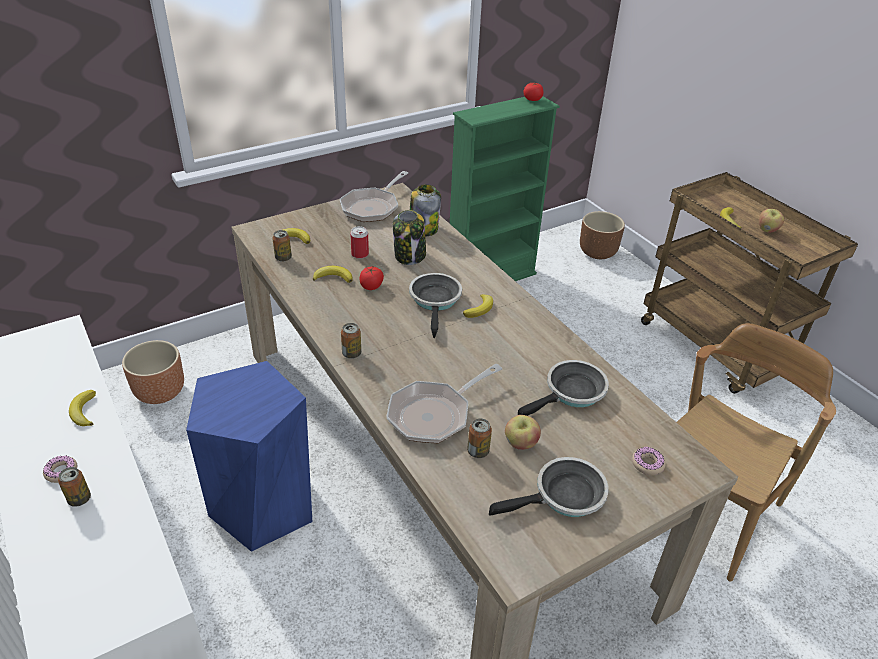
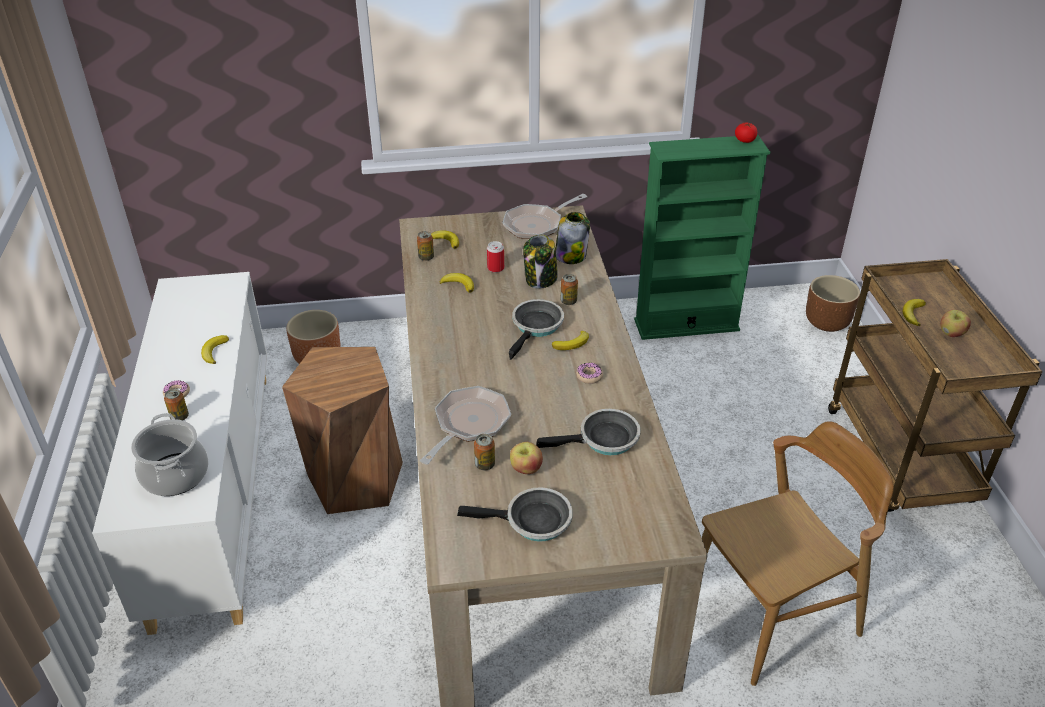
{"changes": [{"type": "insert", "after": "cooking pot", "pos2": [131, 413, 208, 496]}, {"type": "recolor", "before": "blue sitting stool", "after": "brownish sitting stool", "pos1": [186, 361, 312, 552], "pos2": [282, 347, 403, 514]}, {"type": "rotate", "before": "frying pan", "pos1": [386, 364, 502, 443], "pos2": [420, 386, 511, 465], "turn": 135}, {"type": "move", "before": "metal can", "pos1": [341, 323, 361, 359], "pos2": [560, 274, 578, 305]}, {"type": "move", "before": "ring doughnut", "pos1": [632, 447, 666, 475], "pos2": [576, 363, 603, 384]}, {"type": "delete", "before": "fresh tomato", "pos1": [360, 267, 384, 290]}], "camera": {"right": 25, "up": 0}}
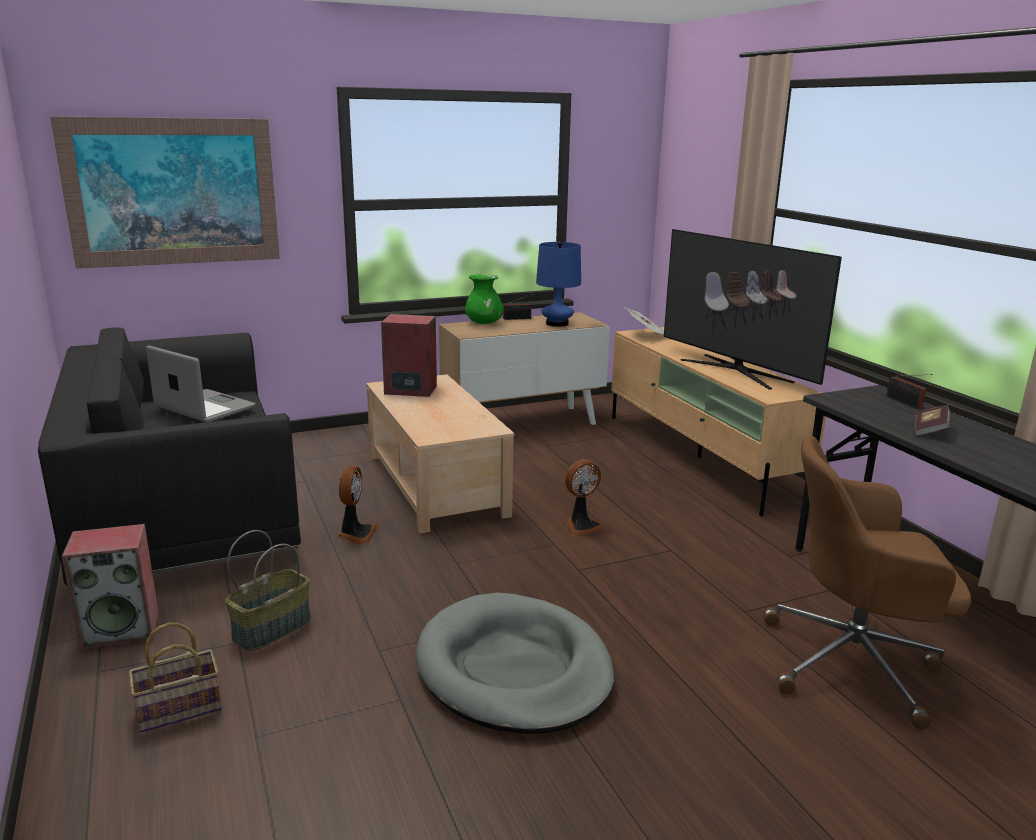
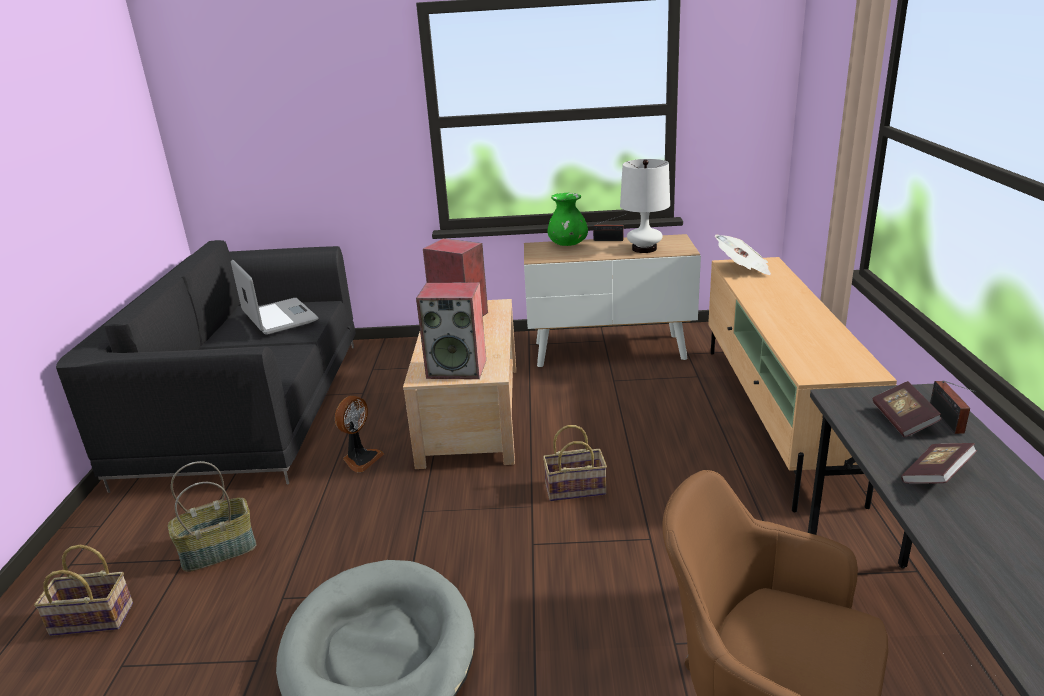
{"changes": [{"type": "move", "before": "speaker", "pos1": [62, 524, 159, 651], "pos2": [416, 282, 486, 379]}, {"type": "replace", "before": "cooling fan", "after": "household basket", "pos1": [565, 459, 605, 537], "pos2": [543, 425, 607, 501]}, {"type": "recolor", "before": "blue lamp for a table", "after": "white lamp for a table", "pos1": [536, 241, 581, 327], "pos2": [620, 159, 670, 253]}, {"type": "insert", "after": "book", "pos2": [873, 381, 942, 437]}, {"type": "delete", "before": "wall picture", "pos1": [50, 116, 280, 269]}, {"type": "delete", "before": "television", "pos1": [664, 229, 842, 390]}], "camera": {"right": 25, "up": 5}}
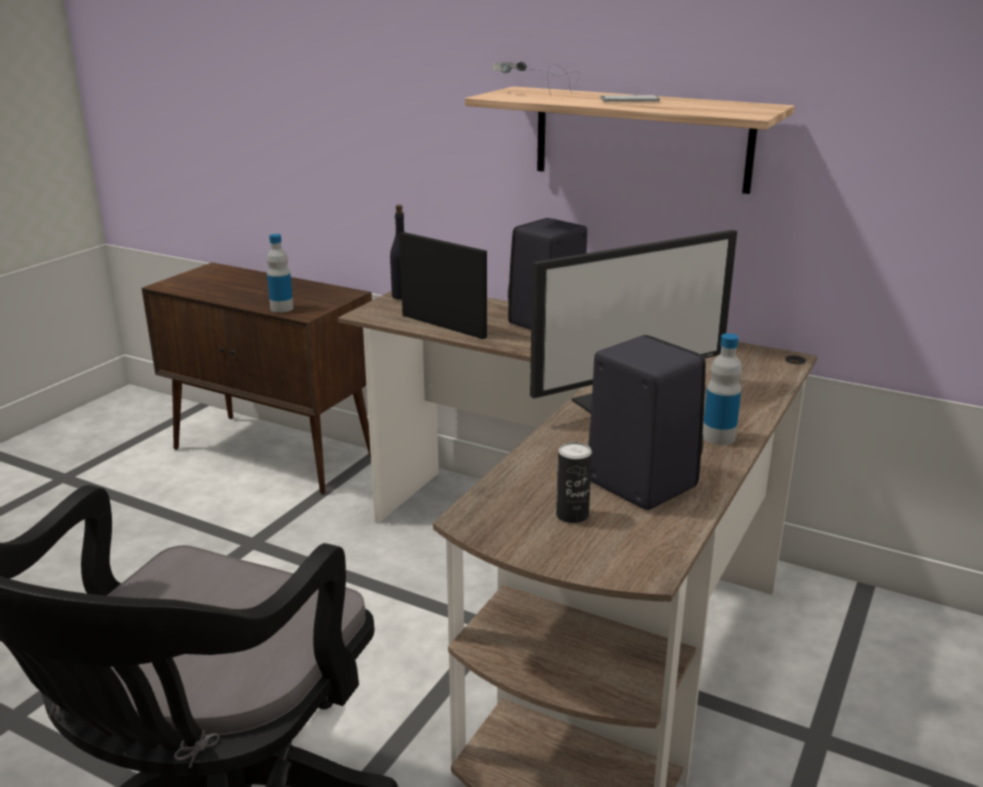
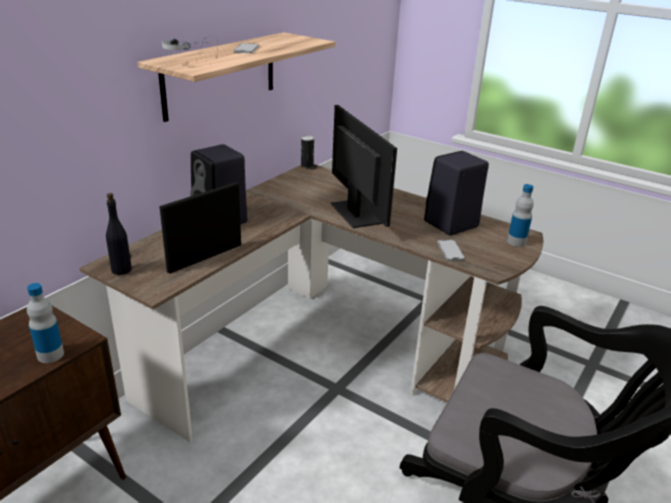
{"changes": [{"type": "move", "before": "metal can", "pos1": [556, 442, 592, 523], "pos2": [301, 135, 314, 168]}, {"type": "insert", "after": "telephone", "pos2": [437, 240, 465, 261]}, {"type": "move", "before": "drink bottle", "pos1": [703, 333, 742, 445], "pos2": [507, 184, 534, 247]}], "camera": {"right": -85, "up": 5}}
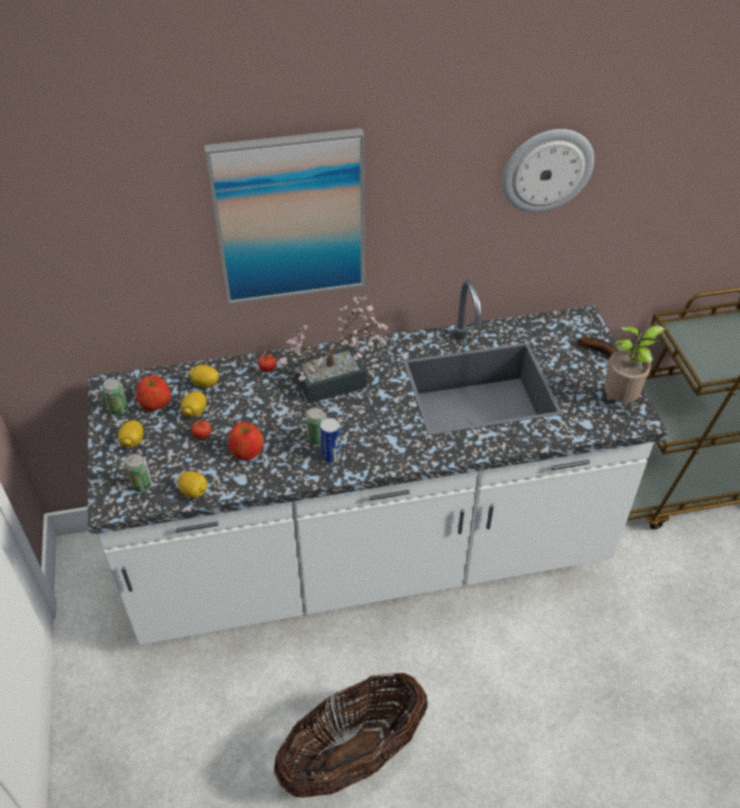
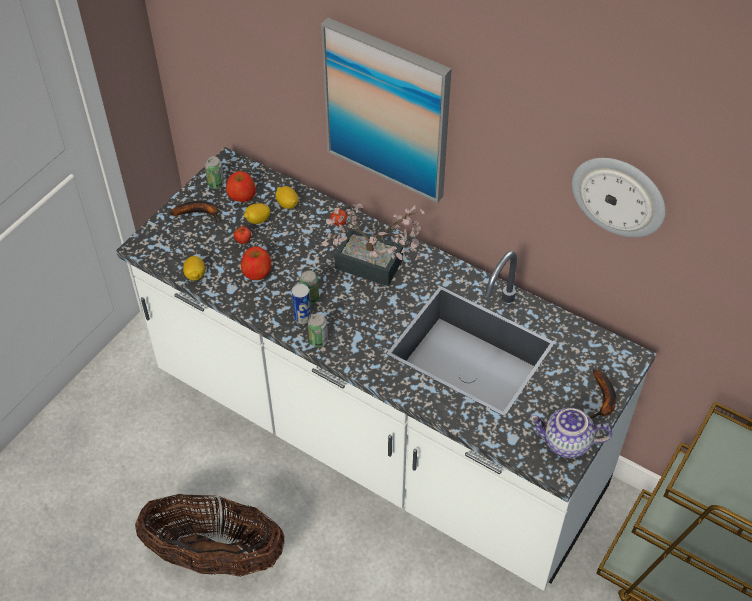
{"changes": [{"type": "replace", "before": "lemon", "after": "banana", "pos1": [118, 420, 144, 448], "pos2": [170, 201, 219, 223]}, {"type": "move", "before": "metal can", "pos1": [125, 454, 152, 492], "pos2": [308, 313, 328, 347]}, {"type": "replace", "before": "plant in a pot", "after": "tea pot", "pos1": [604, 326, 666, 403], "pos2": [530, 408, 612, 458]}], "camera": {"right": 45, "up": 5}}
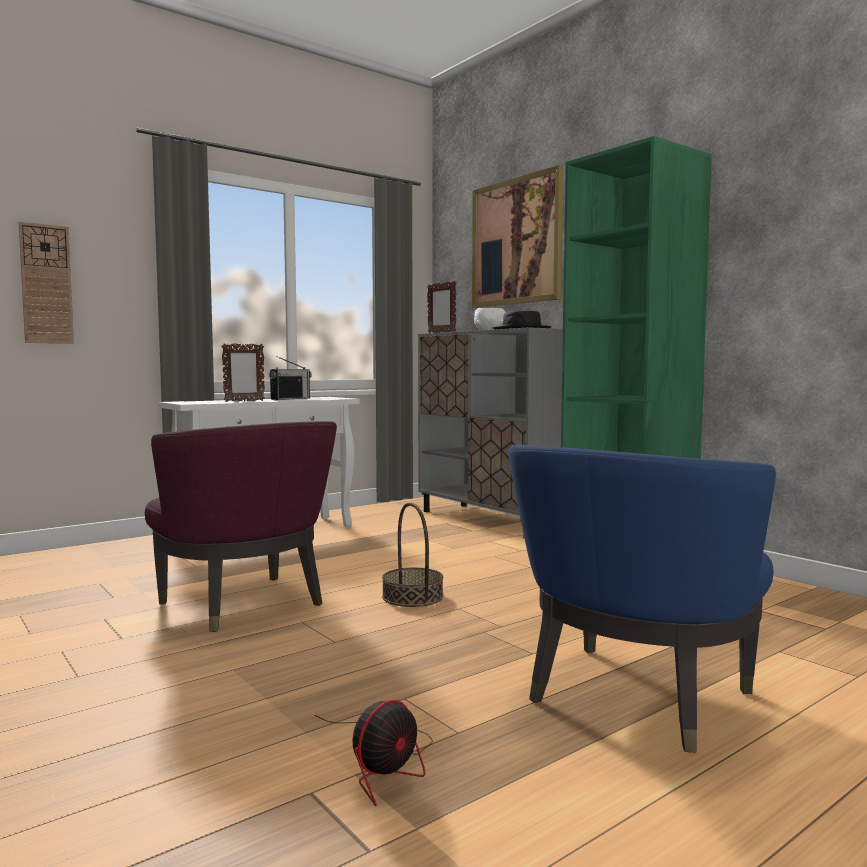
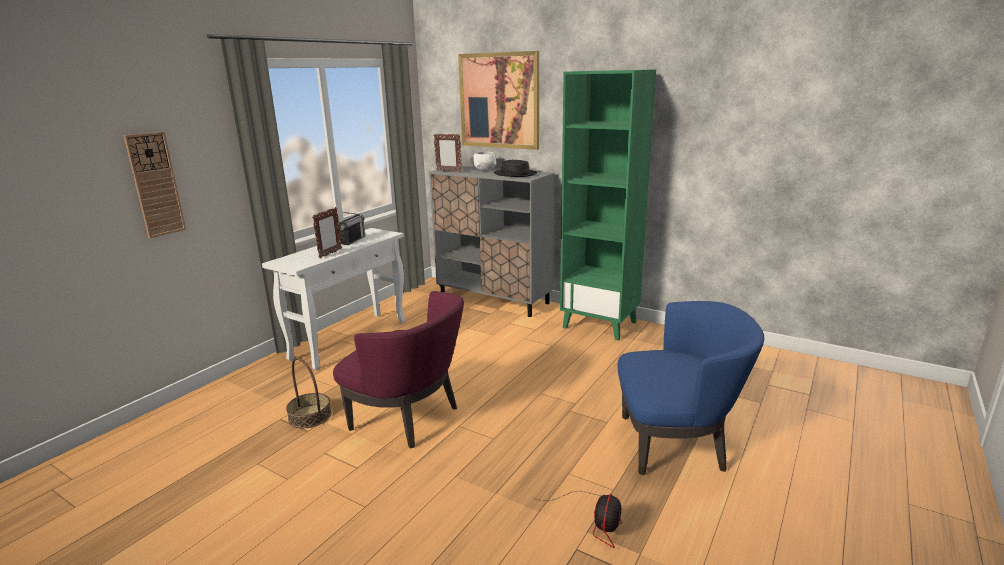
{"changes": [{"type": "move", "before": "household basket", "pos1": [382, 502, 443, 607], "pos2": [286, 358, 332, 428]}, {"type": "rotate", "before": "blue lounge chair", "pos1": [508, 444, 776, 752], "pos2": [618, 301, 764, 475], "turn": -105}], "camera": {"right": -20, "up": 15}}
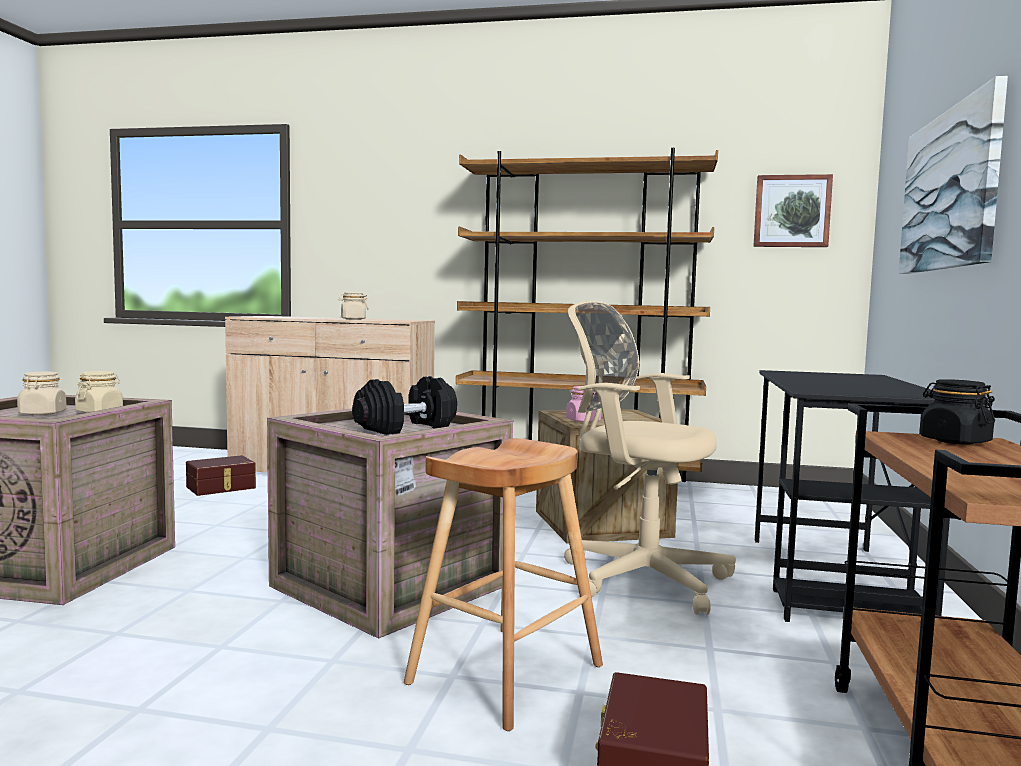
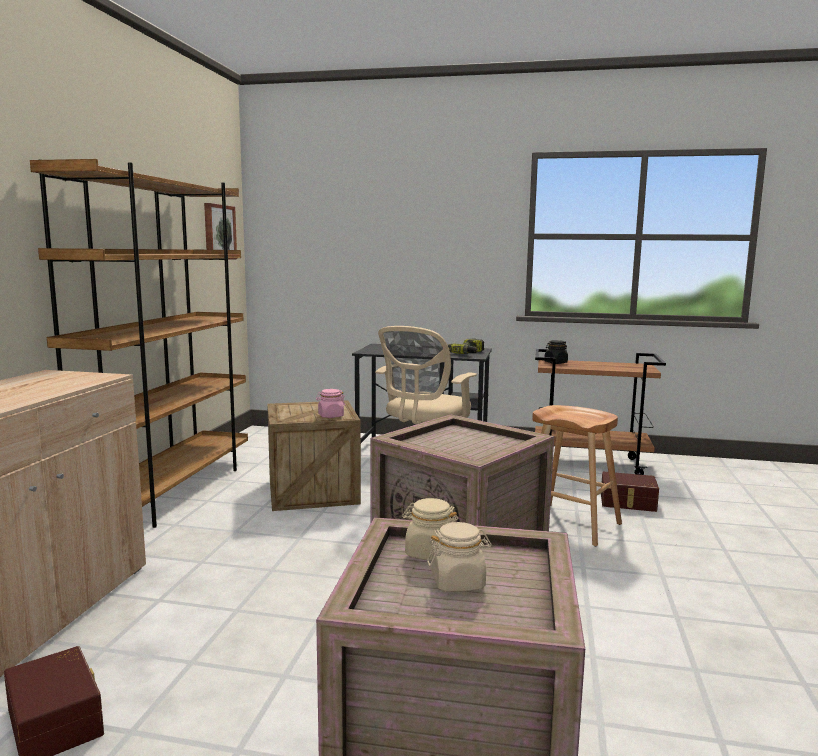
{"changes": [{"type": "insert", "after": "electric drill", "pos2": [448, 338, 484, 354]}, {"type": "delete", "before": "beige jar", "pos1": [338, 292, 369, 320]}, {"type": "delete", "before": "blackish hand weight", "pos1": [352, 376, 457, 435]}, {"type": "delete", "before": "wall picture", "pos1": [899, 76, 1008, 274]}], "camera": {"right": -90, "up": 5}}
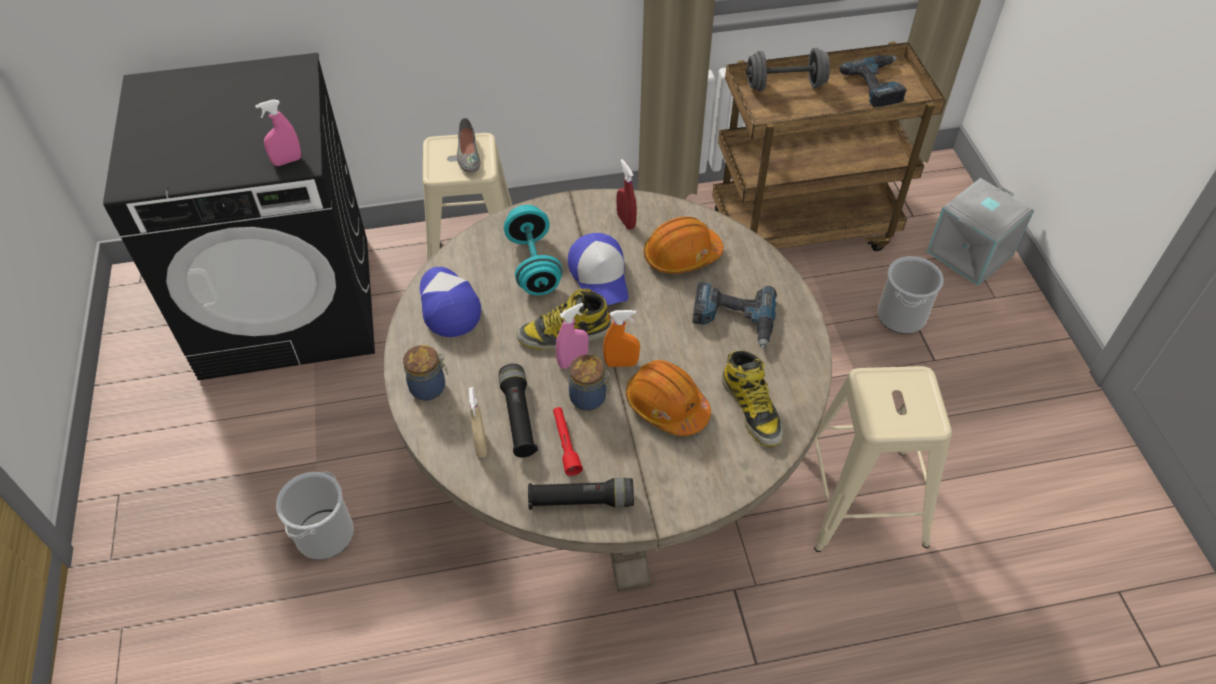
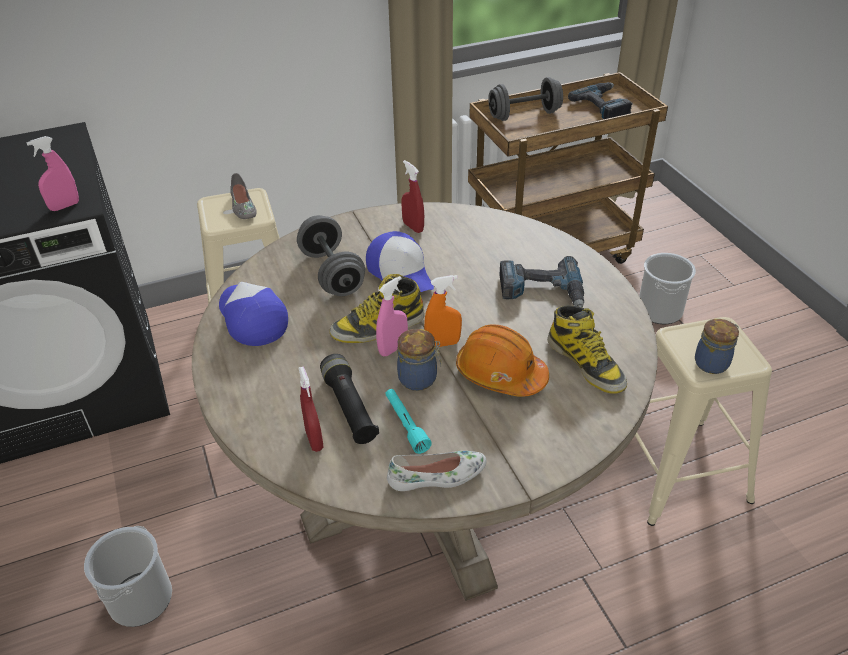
{"changes": [{"type": "recolor", "before": "blue-green hand weight", "after": "greyish hand weight", "pos1": [504, 205, 563, 295], "pos2": [297, 215, 365, 296]}, {"type": "recolor", "before": "beige sprayer", "after": "red-coloured sprayer", "pos1": [469, 387, 487, 458], "pos2": [298, 366, 323, 452]}, {"type": "recolor", "before": "red-coloured torch", "after": "blue-green torch", "pos1": [553, 407, 583, 476], "pos2": [385, 389, 432, 454]}, {"type": "replace", "before": "blackish torch", "after": "white low shoe", "pos1": [528, 478, 634, 510], "pos2": [387, 451, 487, 491]}, {"type": "move", "before": "jar", "pos1": [403, 345, 448, 401], "pos2": [695, 319, 739, 374]}, {"type": "delete", "before": "orange hard hat", "pos1": [644, 216, 723, 274]}, {"type": "delete", "before": "greyish storage bin", "pos1": [927, 178, 1034, 285]}], "camera": {"right": -10, "up": -10}}
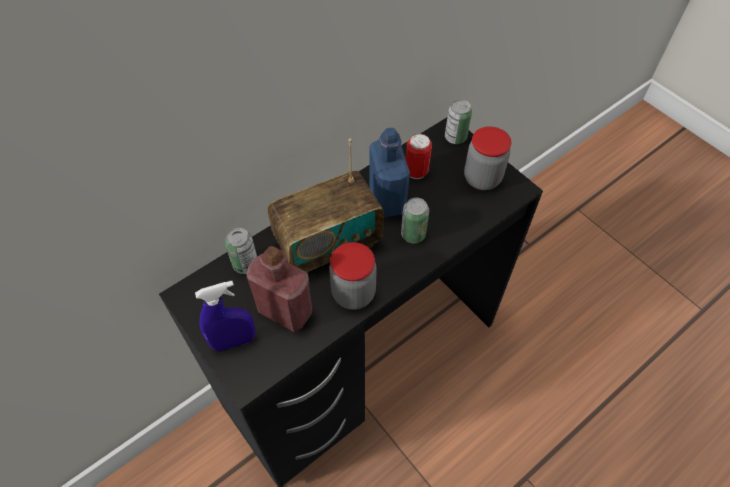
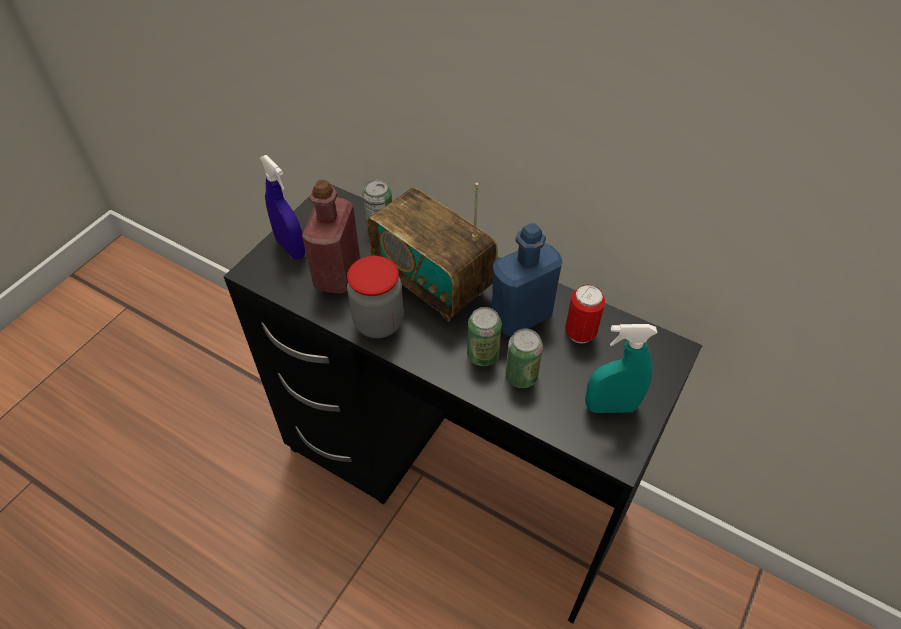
{"changes": [{"type": "move", "before": "metal can", "pos1": [445, 100, 472, 144], "pos2": [505, 328, 543, 388]}, {"type": "replace", "before": "jar", "after": "blue-green sprayer", "pos1": [464, 126, 512, 190], "pos2": [585, 324, 657, 413]}], "camera": {"right": 70, "up": -5}}
